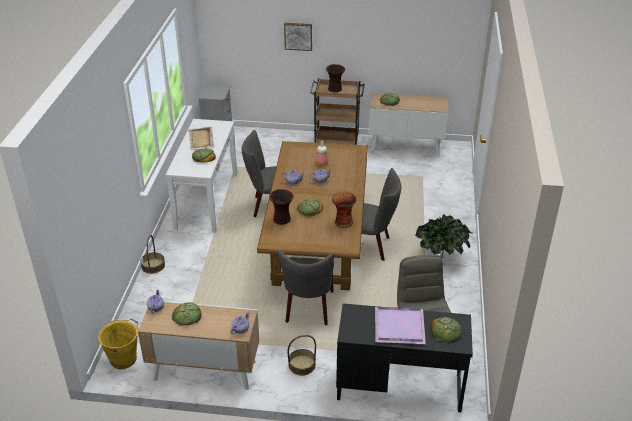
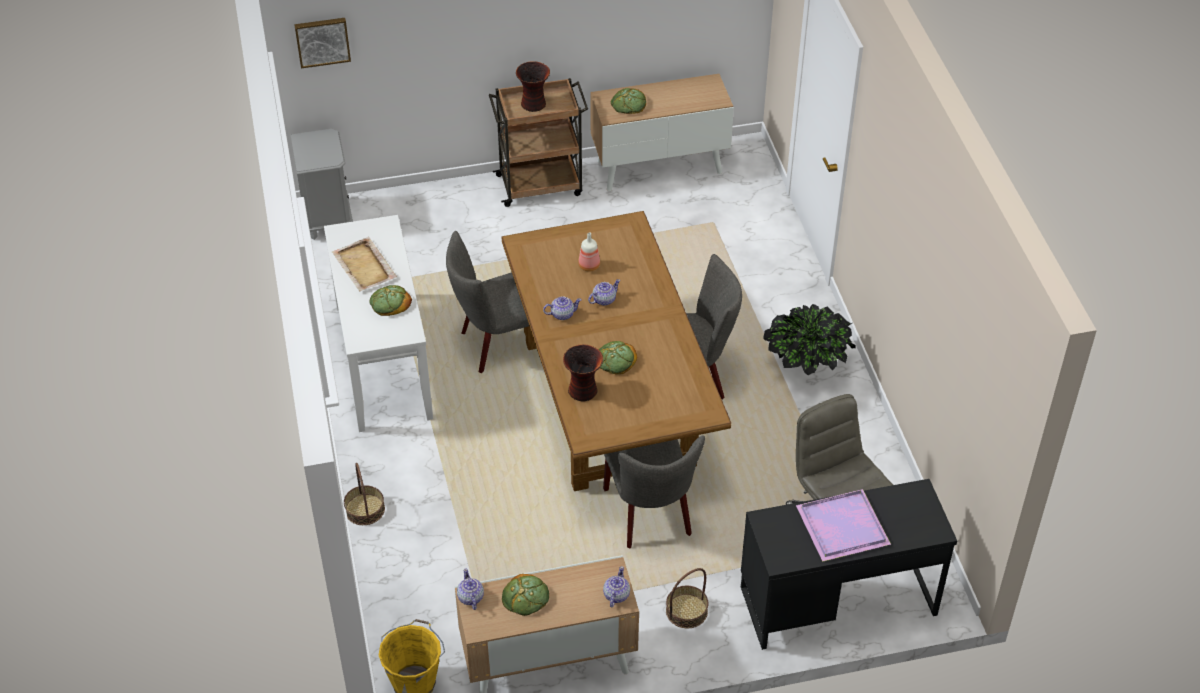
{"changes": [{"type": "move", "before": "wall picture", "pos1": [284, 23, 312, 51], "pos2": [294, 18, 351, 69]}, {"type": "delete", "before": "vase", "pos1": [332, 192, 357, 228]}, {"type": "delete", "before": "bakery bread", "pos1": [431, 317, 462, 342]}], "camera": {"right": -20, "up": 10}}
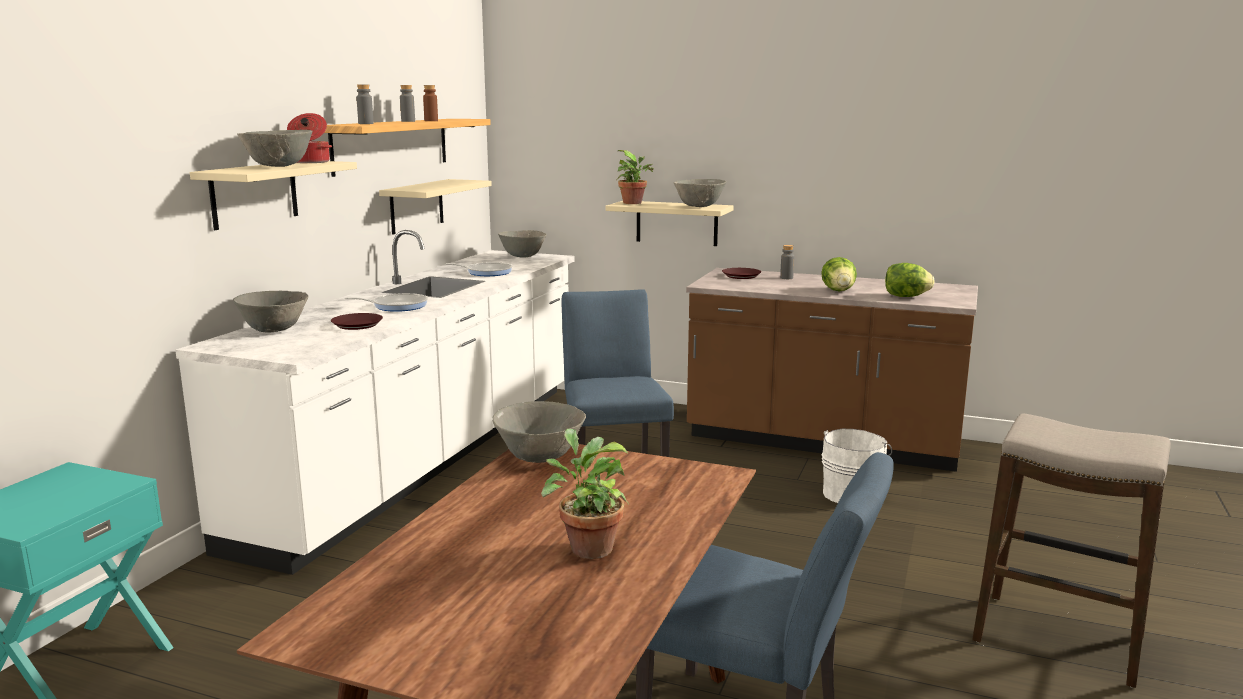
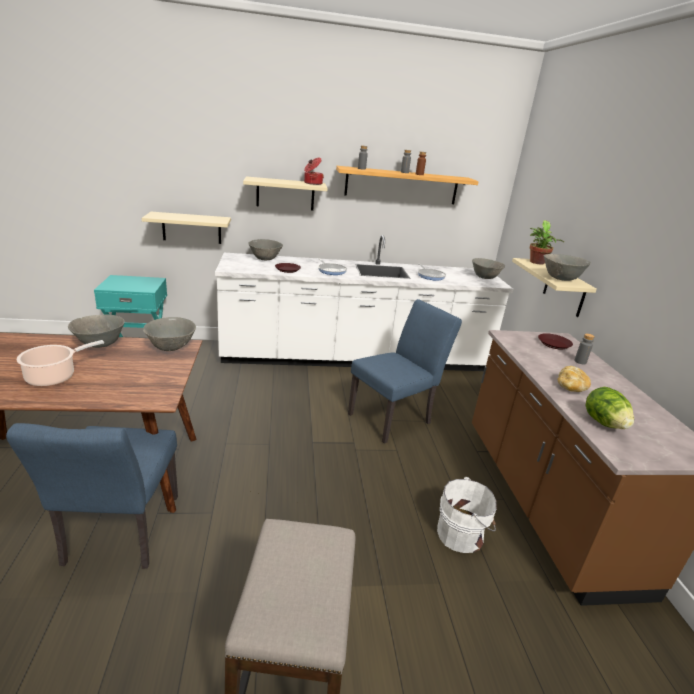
{"changes": [{"type": "replace", "before": "plant in a pot", "after": "cooking pot", "pos1": [541, 429, 629, 559], "pos2": [17, 340, 104, 387]}, {"type": "move", "before": "greyish serving bowl", "pos1": [237, 130, 312, 167], "pos2": [68, 315, 125, 348]}, {"type": "move", "before": "beige wall shelf", "pos1": [379, 179, 492, 234], "pos2": [142, 212, 231, 244]}, {"type": "replace", "before": "head of lettuce", "after": "bakery bread", "pos1": [821, 257, 857, 292], "pos2": [557, 366, 591, 392]}], "camera": {"right": 60, "up": 10}}
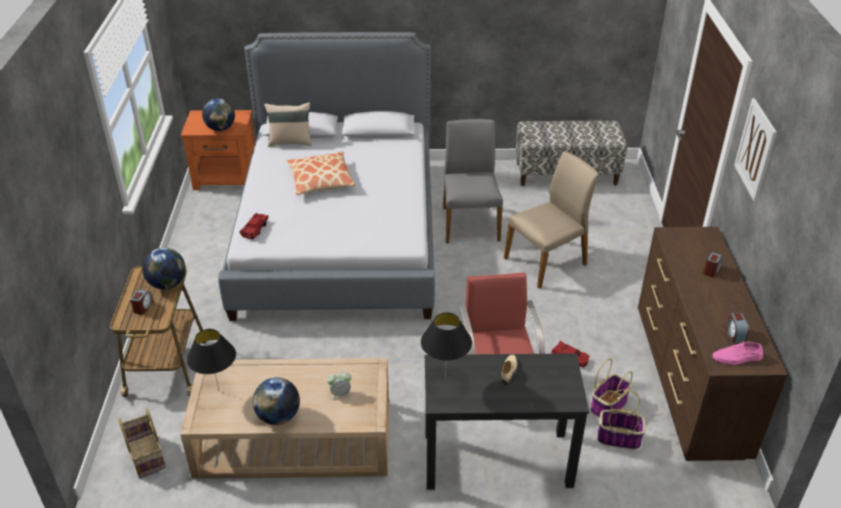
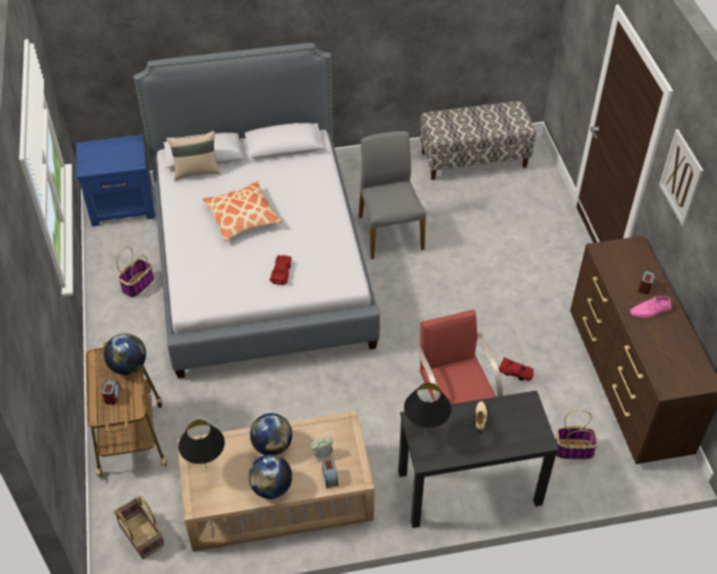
{"changes": [{"type": "recolor", "before": "orange nightstand", "after": "blue nightstand", "pos1": [181, 110, 255, 190], "pos2": [76, 135, 155, 226]}, {"type": "move", "before": "household basket", "pos1": [590, 358, 633, 418], "pos2": [116, 247, 154, 298]}, {"type": "move", "before": "world globe", "pos1": [202, 98, 235, 131], "pos2": [250, 413, 292, 455]}, {"type": "move", "before": "red-coloured miniature car", "pos1": [240, 213, 269, 239], "pos2": [270, 255, 292, 285]}, {"type": "move", "before": "table clock", "pos1": [726, 312, 749, 343], "pos2": [322, 459, 338, 488]}, {"type": "move", "before": "pink low shoe", "pos1": [712, 342, 763, 365], "pos2": [630, 296, 671, 318]}, {"type": "delete", "before": "beige plain chair", "pos1": [504, 152, 598, 289]}], "camera": {"right": -10, "up": 10}}
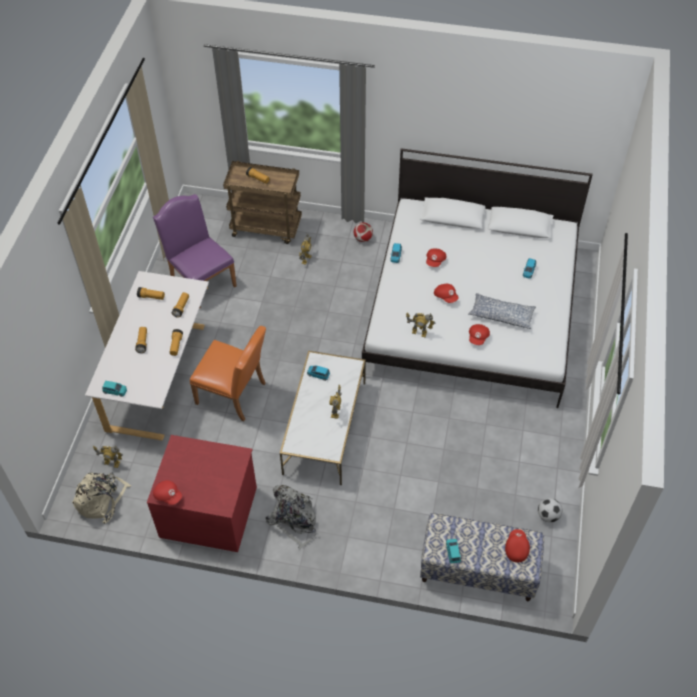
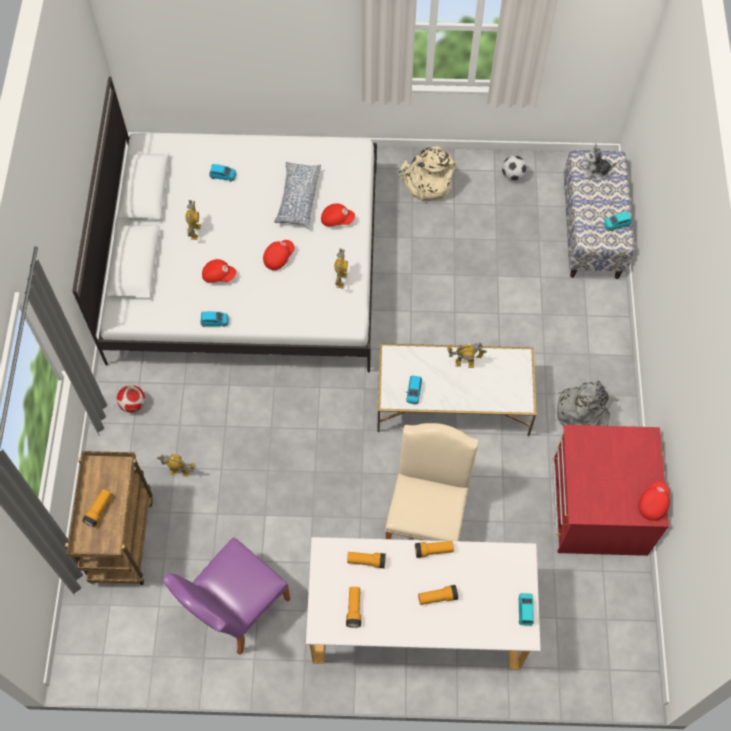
{"changes": [{"type": "move", "before": "toy robot", "pos1": [93, 446, 123, 468], "pos2": [185, 200, 201, 240]}, {"type": "recolor", "before": "orange plain chair", "after": "beige plain chair", "pos1": [190, 326, 266, 421], "pos2": [385, 423, 479, 541]}, {"type": "move", "before": "beige rucksack", "pos1": [72, 472, 132, 524], "pos2": [399, 147, 456, 201]}, {"type": "replace", "before": "red-coloured cap", "after": "plush toy", "pos1": [505, 529, 530, 563], "pos2": [582, 144, 617, 181]}], "camera": {"right": -100, "up": 10}}
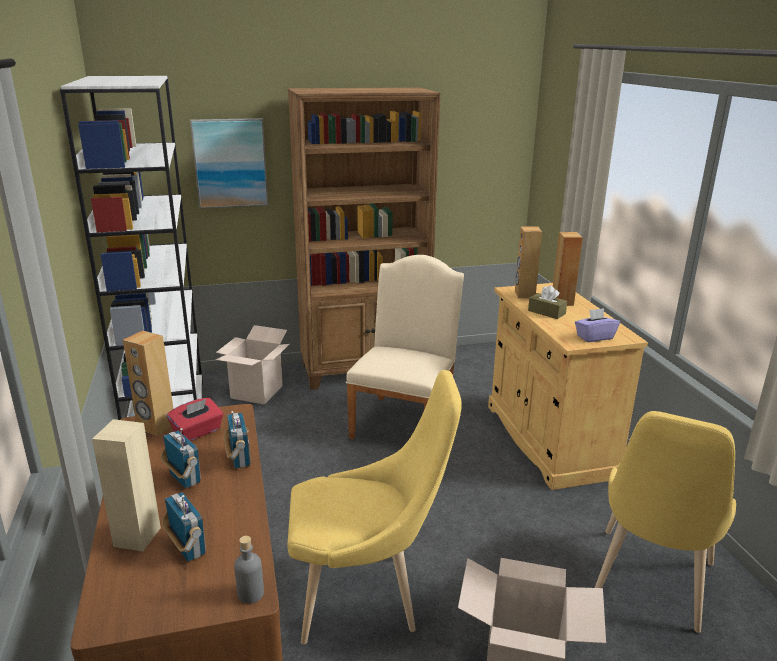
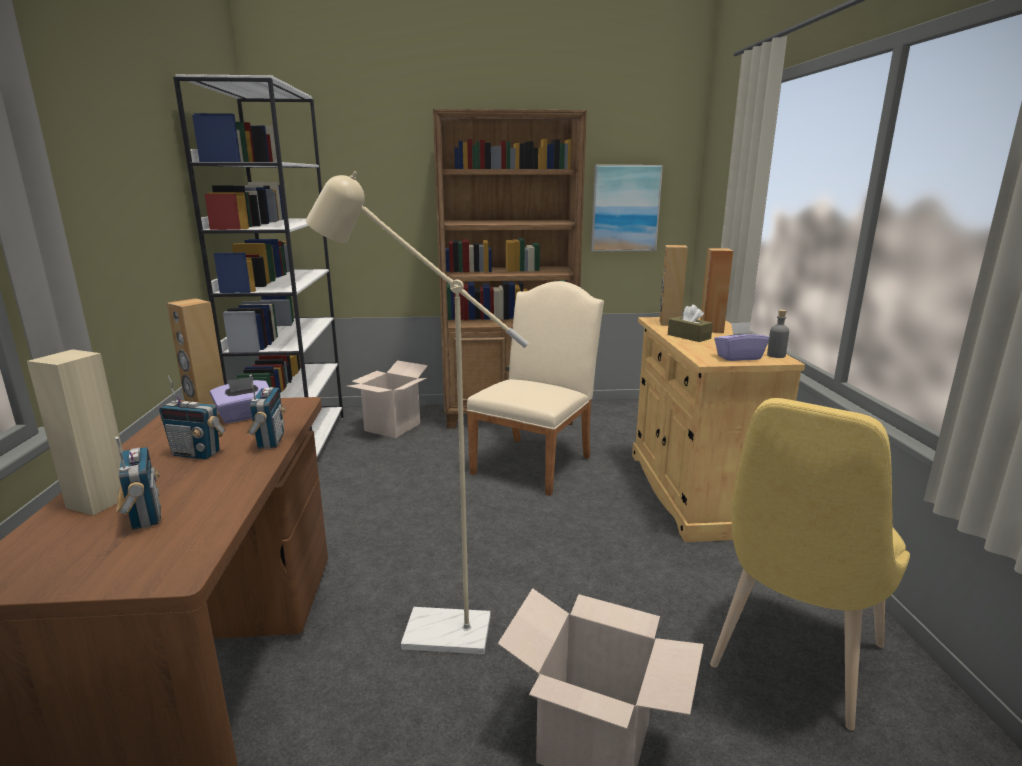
{"changes": [{"type": "rotate", "before": "radio", "pos1": [161, 428, 201, 489], "pos2": [159, 375, 226, 459], "turn": 135}, {"type": "recolor", "before": "red-coloured box of tissues", "after": "purplish box of tissues", "pos1": [167, 398, 224, 441], "pos2": [210, 377, 269, 423]}, {"type": "replace", "before": "yellow plain chair", "after": "beige standing lamp", "pos1": [288, 370, 462, 644], "pos2": [306, 171, 528, 654]}, {"type": "move", "before": "wall picture", "pos1": [190, 118, 268, 209], "pos2": [591, 165, 663, 252]}, {"type": "move", "before": "greyish drink bottle", "pos1": [234, 536, 264, 604], "pos2": [767, 310, 789, 358]}], "camera": {"right": 10, "up": -5}}
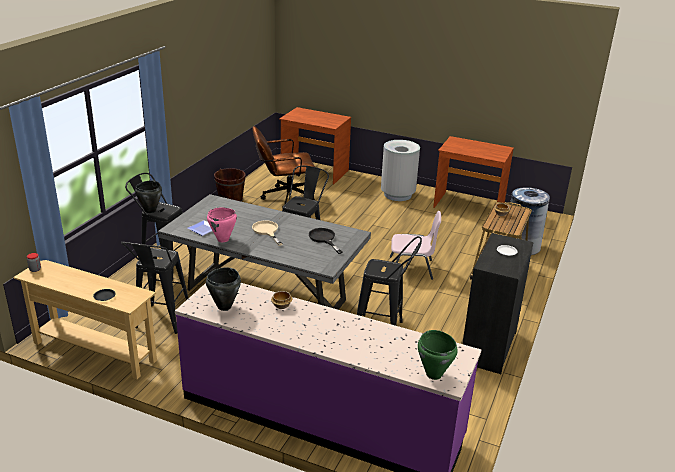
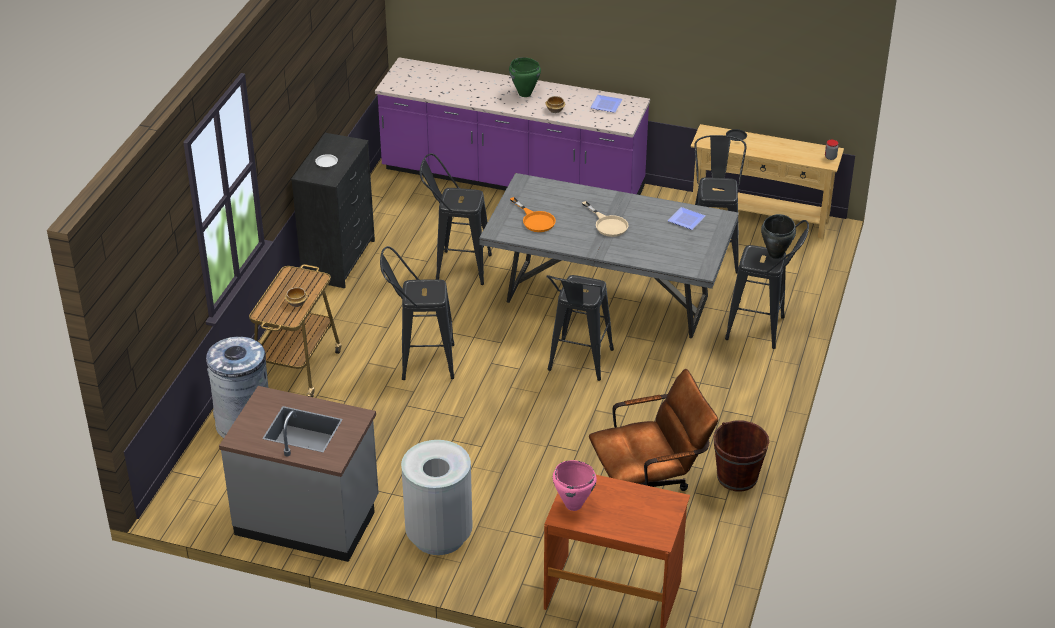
{"changes": [{"type": "replace", "before": "brownish desk unit", "after": "greyish kitchen counter", "pos1": [433, 136, 514, 208], "pos2": [219, 386, 379, 562]}, {"type": "replace", "before": "pink plain chair", "after": "blackish sitting stool", "pos1": [390, 211, 441, 280], "pos2": [380, 246, 455, 380]}, {"type": "move", "before": "green cooking pot", "pos1": [418, 330, 458, 380], "pos2": [509, 57, 541, 97]}, {"type": "recolor", "before": "blackish frying pan", "after": "orange frying pan", "pos1": [309, 228, 342, 254], "pos2": [510, 197, 556, 232]}, {"type": "move", "before": "pink cooking pot", "pos1": [207, 207, 237, 242], "pos2": [553, 460, 597, 511]}, {"type": "replace", "before": "blackish cooking pot", "after": "flat dish", "pos1": [206, 267, 241, 311], "pos2": [590, 95, 623, 113]}], "camera": {"right": 175, "up": 10}}
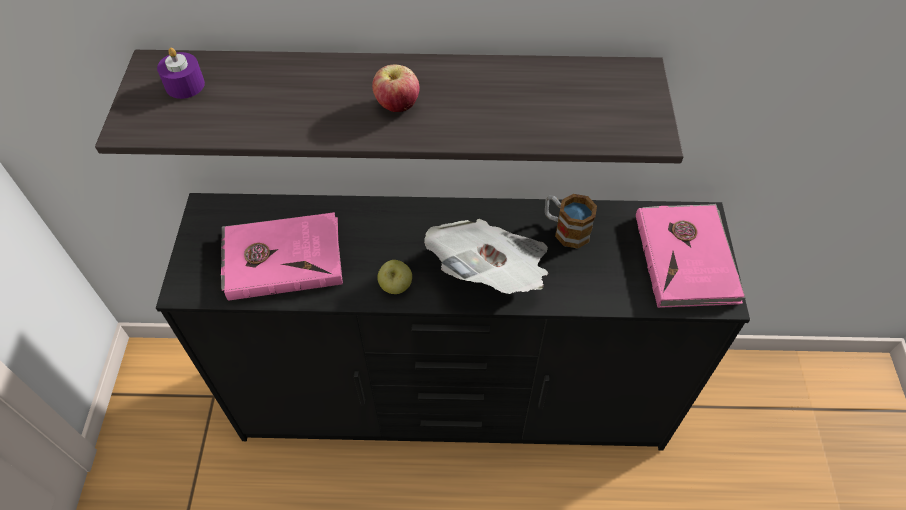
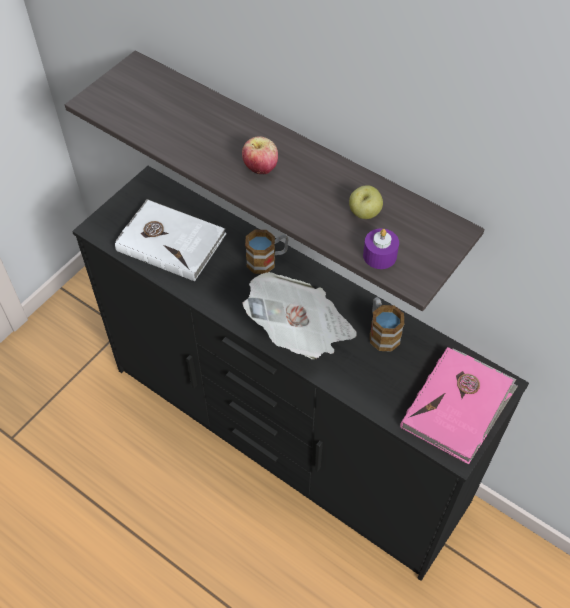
{"changes": [{"type": "recolor", "before": "pink book", "after": "white book", "pos1": [221, 212, 343, 301], "pos2": [115, 199, 227, 281]}, {"type": "insert", "after": "tea mug", "pos2": [245, 230, 288, 274]}, {"type": "move", "before": "whole apple", "pos1": [377, 260, 412, 294], "pos2": [349, 185, 383, 219]}, {"type": "move", "before": "purplish candle", "pos1": [157, 48, 205, 99], "pos2": [363, 228, 399, 269]}], "camera": {"right": 35, "up": 0}}
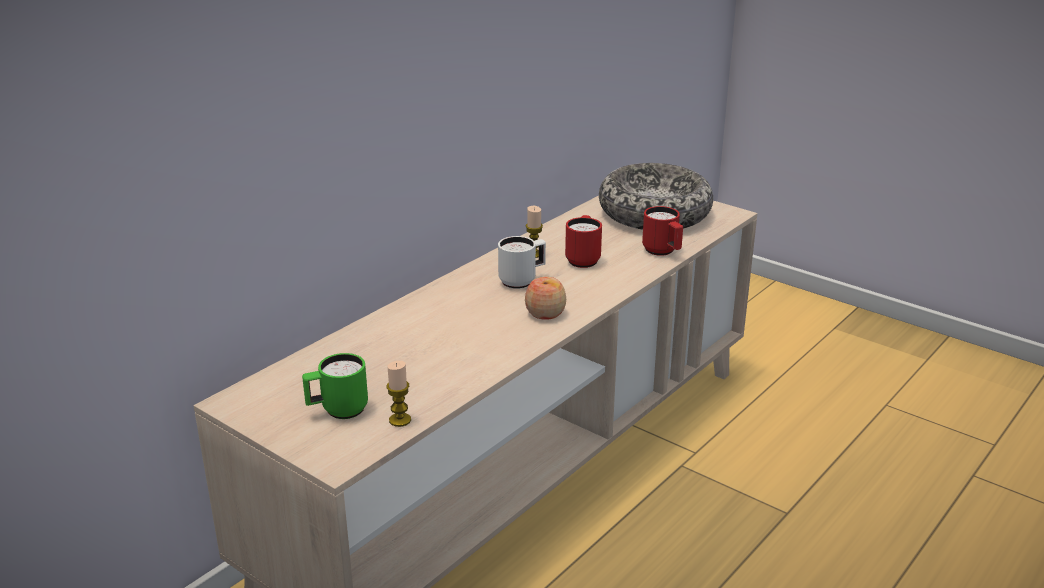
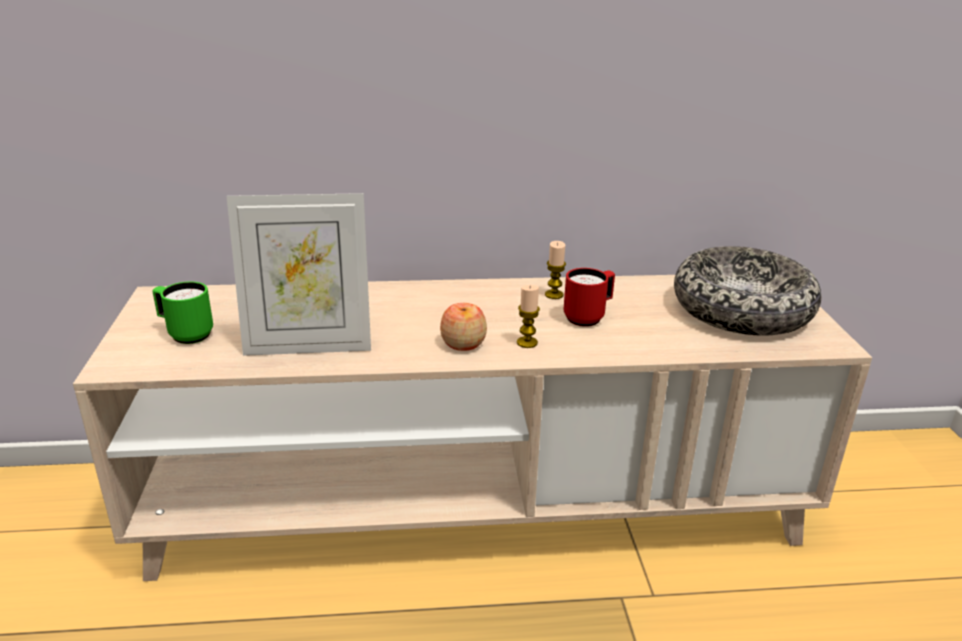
{"changes": [{"type": "insert", "after": "picture frame", "pos2": [227, 193, 371, 356]}, {"type": "move", "before": "candle", "pos1": [386, 361, 411, 427], "pos2": [517, 285, 540, 348]}, {"type": "delete", "before": "white tea mug", "pos1": [498, 236, 546, 289]}, {"type": "delete", "before": "red-coloured tea mug", "pos1": [642, 206, 683, 256]}], "camera": {"right": 45, "up": 0}}
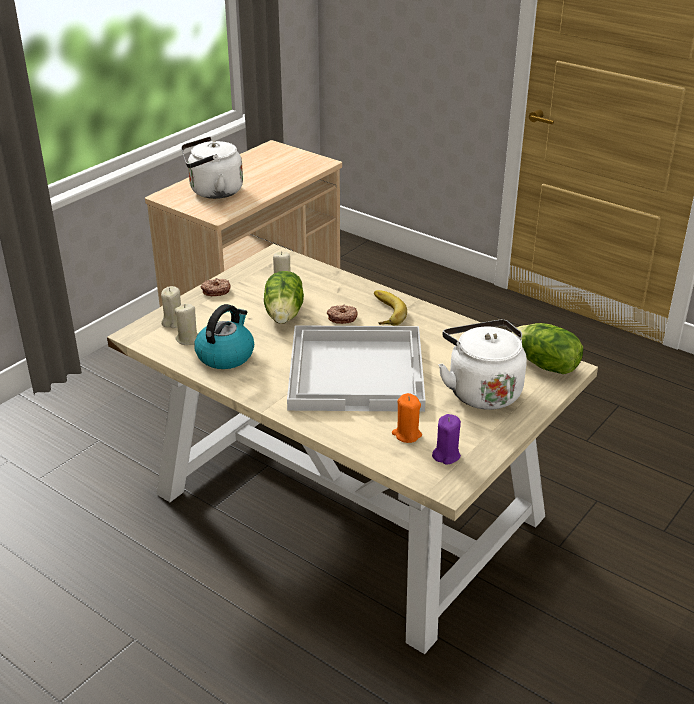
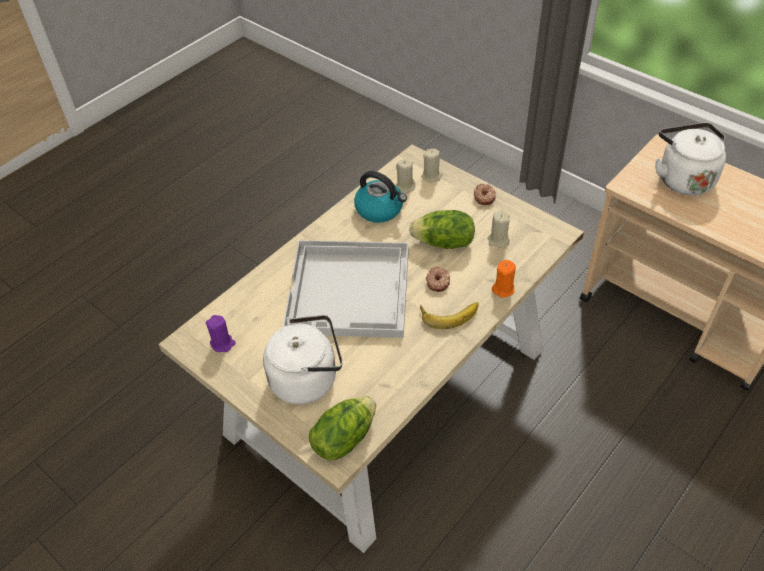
{"changes": [{"type": "move", "before": "orange candle", "pos1": [392, 393, 422, 443], "pos2": [492, 260, 516, 298]}], "camera": {"right": 95, "up": 15}}
